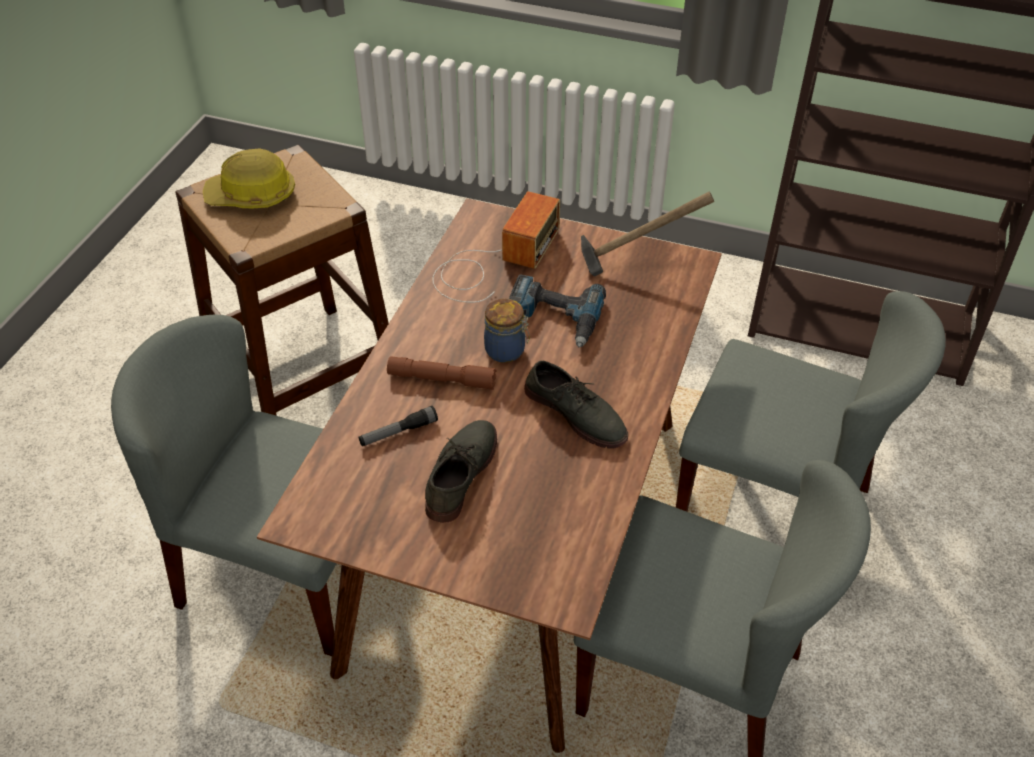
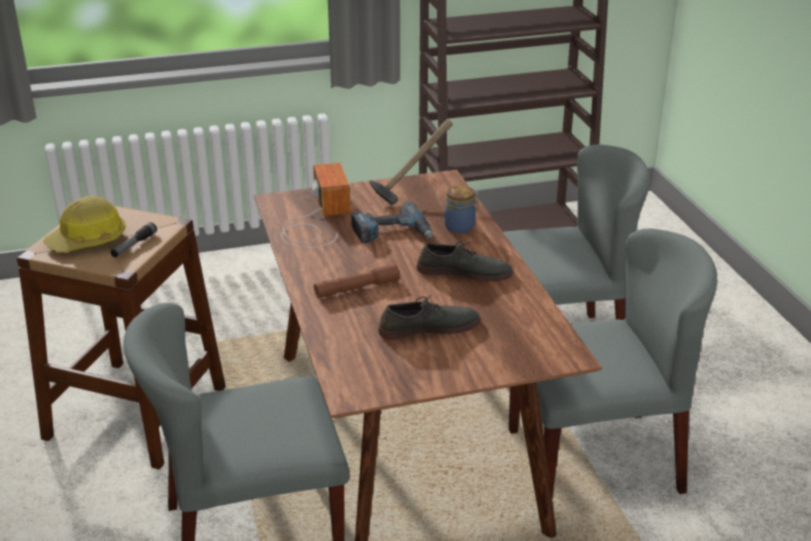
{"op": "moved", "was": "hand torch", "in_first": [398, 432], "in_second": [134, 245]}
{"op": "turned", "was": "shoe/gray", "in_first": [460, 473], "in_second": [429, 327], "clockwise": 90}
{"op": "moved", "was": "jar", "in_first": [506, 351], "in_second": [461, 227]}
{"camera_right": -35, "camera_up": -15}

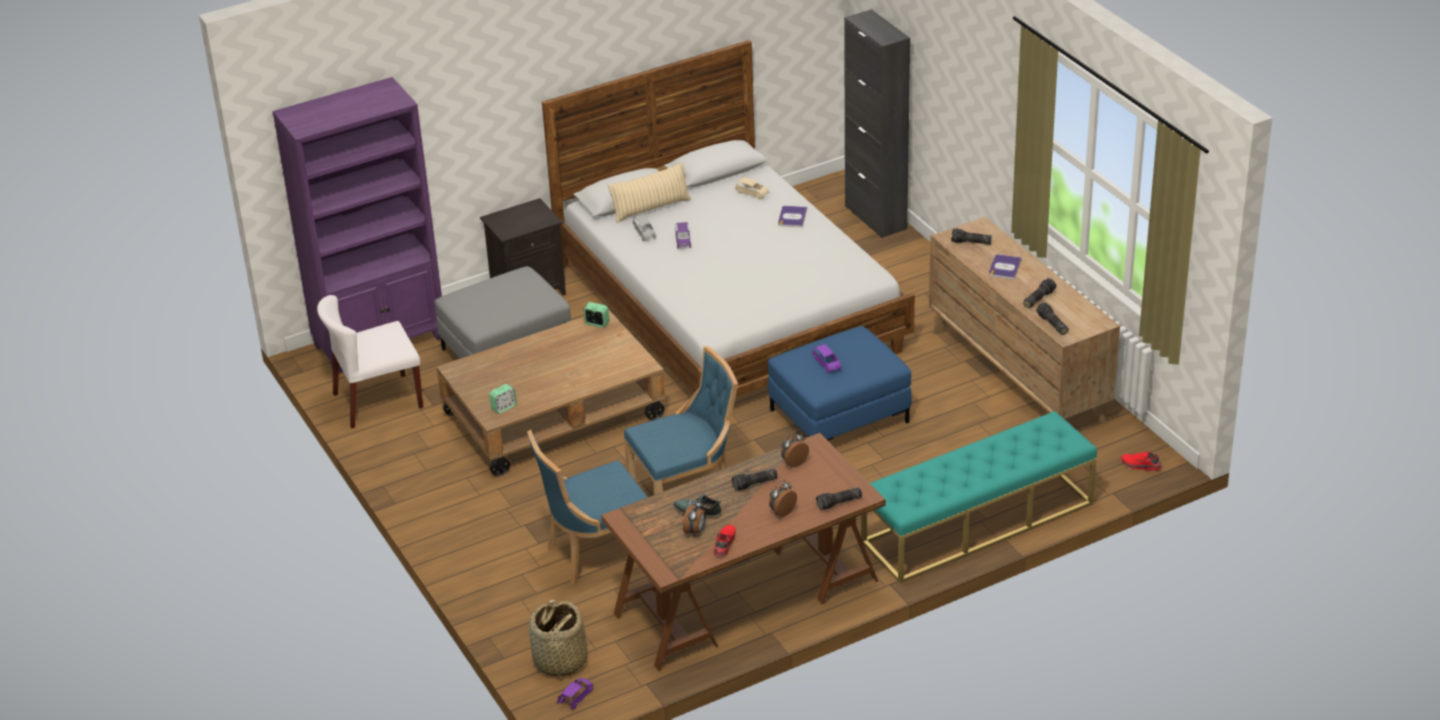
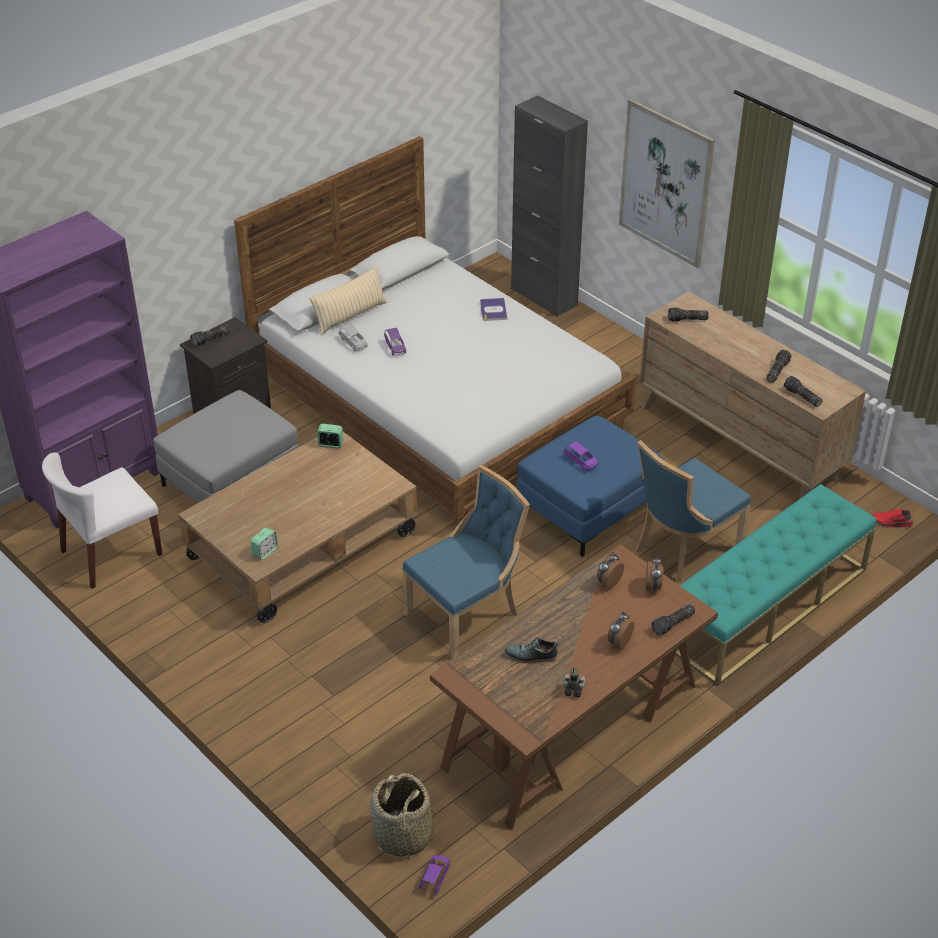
{"op": "moved", "was": "upright chair/bluish", "in_first": [596, 553], "in_second": [683, 549]}
{"op": "moved", "was": "alarm clock", "in_first": [695, 531], "in_second": [653, 587]}
{"op": "replaced", "was": "shoe/reddish", "now": "robot figure", "in_first": [723, 544], "in_second": [573, 690]}
{"op": "moved", "was": "hand torch", "in_first": [754, 484], "in_second": [211, 340]}
{"op": "removed", "was": "miniature car/beige-coloured", "in_first": [752, 193]}
{"op": "removed", "was": "book", "in_first": [1005, 267]}
{"op": "added", "now": "wall picture", "in_second": [666, 183]}
{"camera_right": -15, "camera_up": 5}

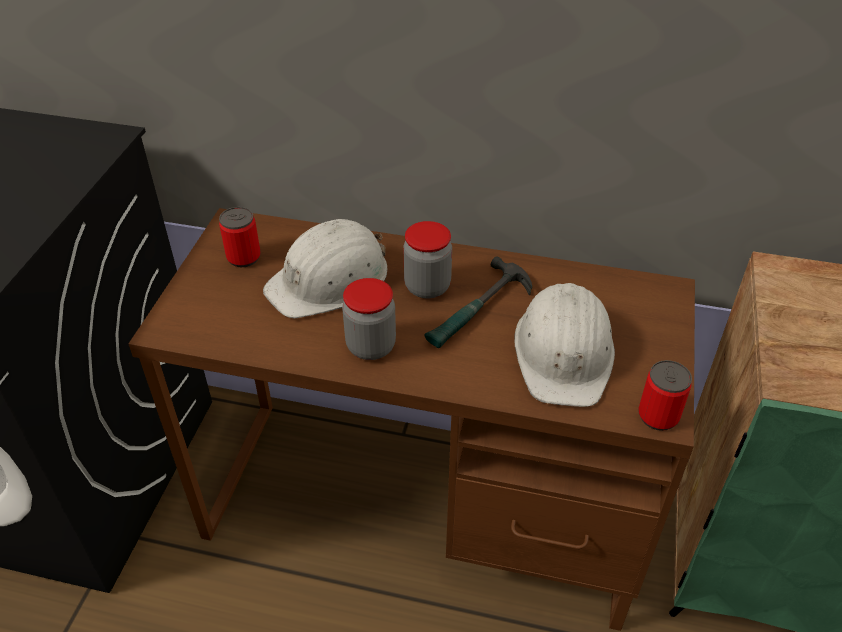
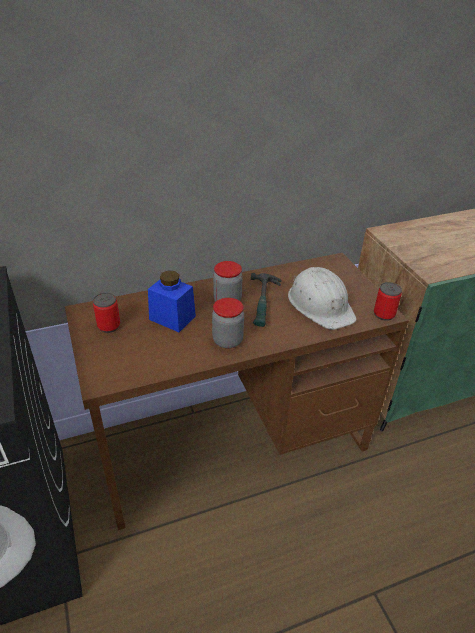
{"op": "replaced", "was": "work helmet/white-coloured", "now": "jar/bluish", "in_first": [330, 280], "in_second": [172, 318]}
{"camera_right": -35, "camera_up": -5}

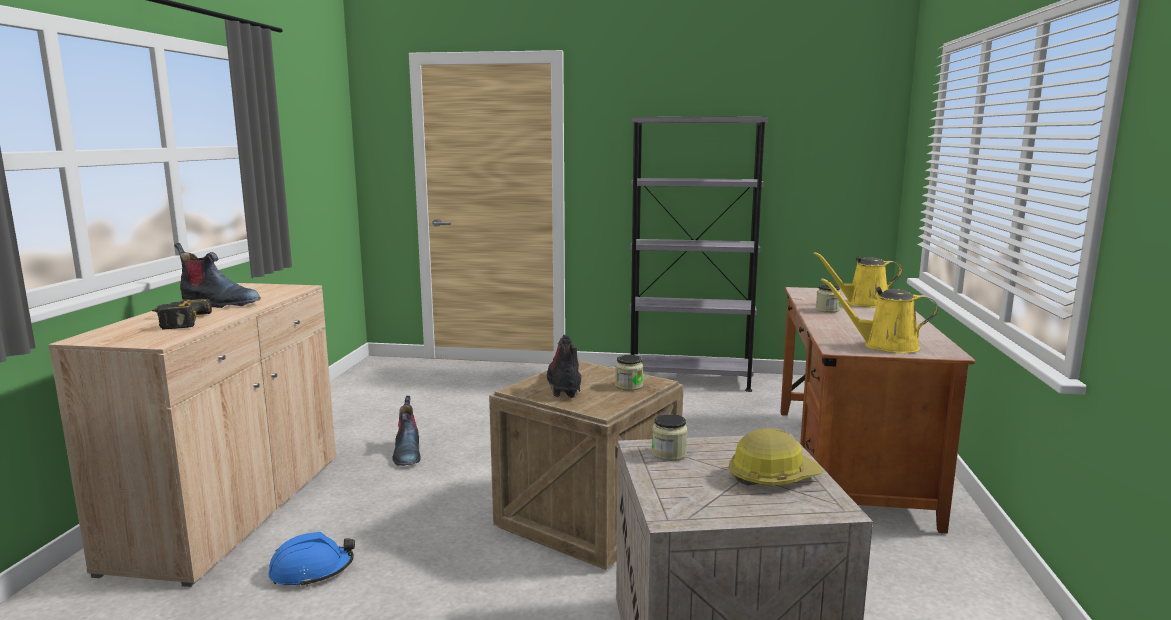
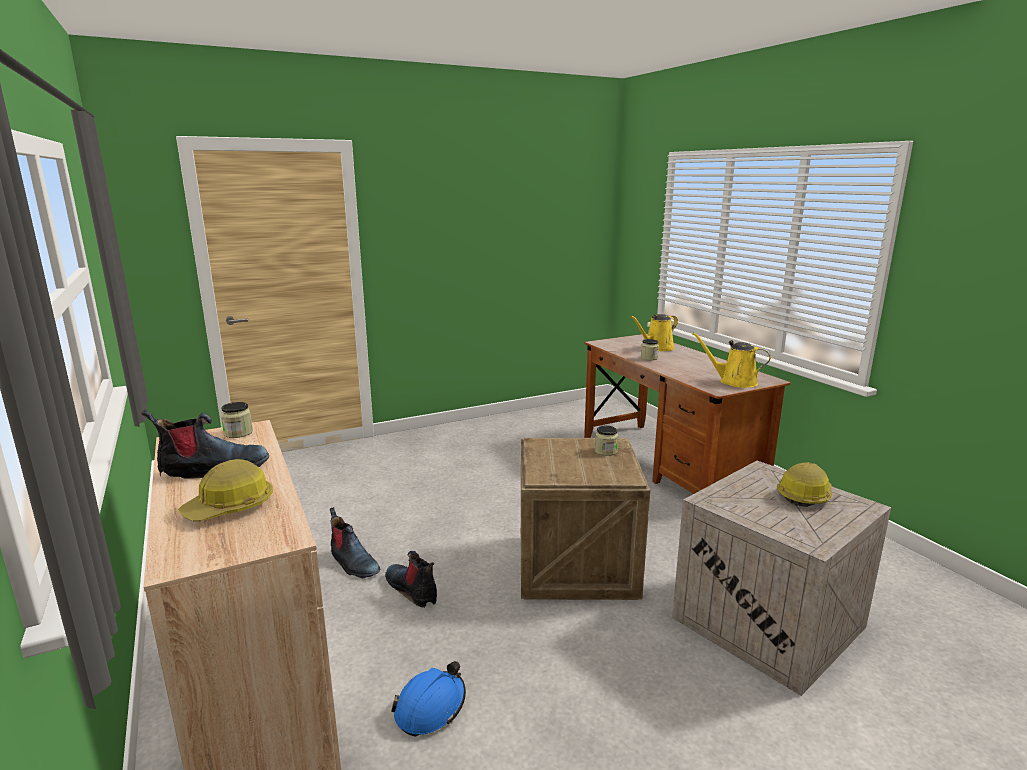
{"op": "replaced", "was": "power drill", "now": "work helmet", "in_first": [176, 322], "in_second": [231, 507]}
{"op": "moved", "was": "tall boot", "in_first": [565, 386], "in_second": [413, 590]}
{"op": "removed", "was": "bookshelf/gray", "in_first": [689, 380]}
{"op": "moved", "was": "jar", "in_first": [669, 454], "in_second": [238, 433]}
{"op": "turned", "was": "watering pot/yellow-coloured", "in_first": [885, 346], "in_second": [734, 382], "clockwise": 45}
{"camera_right": -35, "camera_up": 5}

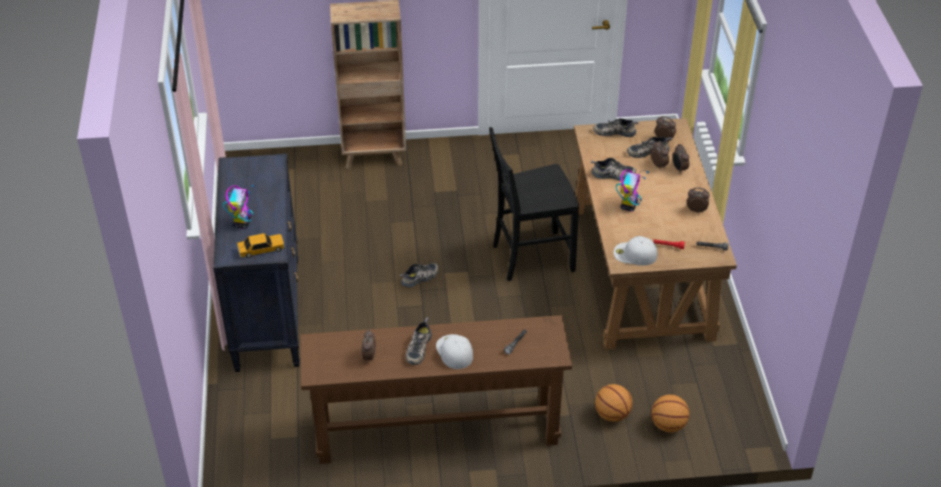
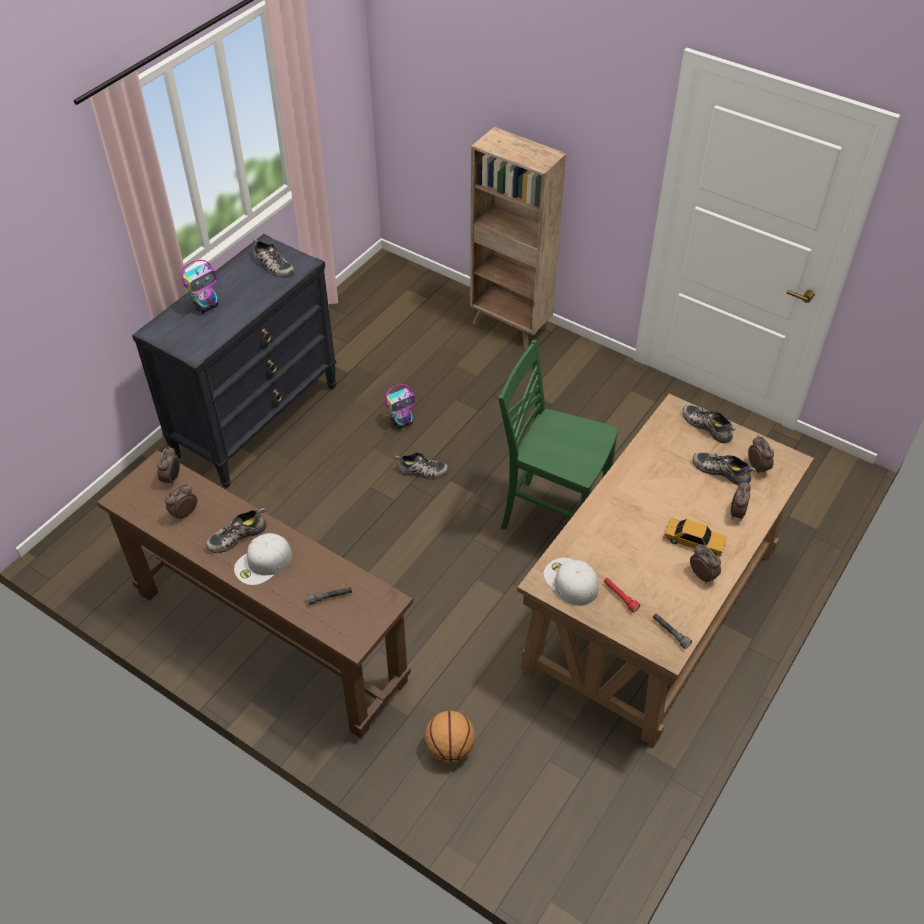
{"op": "moved", "was": "miniature car", "in_first": [261, 249], "in_second": [694, 541]}
{"op": "turned", "was": "peaked cap/white-coloured", "in_first": [454, 351], "in_second": [263, 563], "clockwise": -150}
{"op": "recoloured", "was": "upright chair/black-coloured", "now": "upright chair/green", "in_first": [531, 257], "in_second": [551, 517]}
{"op": "moved", "was": "shoe", "in_first": [612, 175], "in_second": [272, 266]}
{"op": "moved", "was": "robot figure", "in_first": [629, 205], "in_second": [402, 422]}
{"op": "moved", "was": "alarm clock", "in_first": [659, 165], "in_second": [172, 478]}
{"op": "removed", "was": "basketball", "in_first": [668, 425]}
{"camera_right": 40, "camera_up": 5}

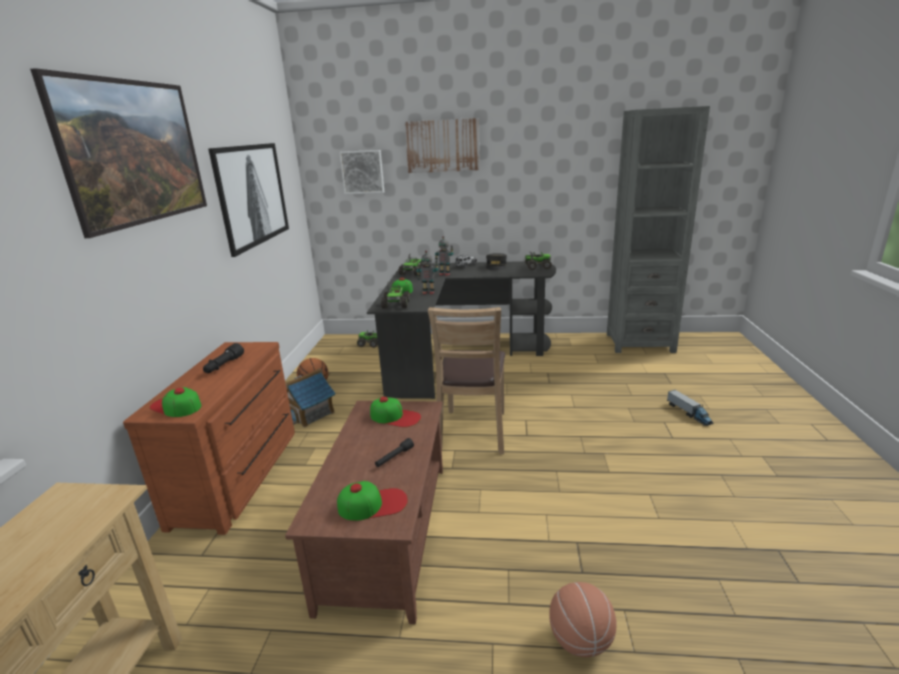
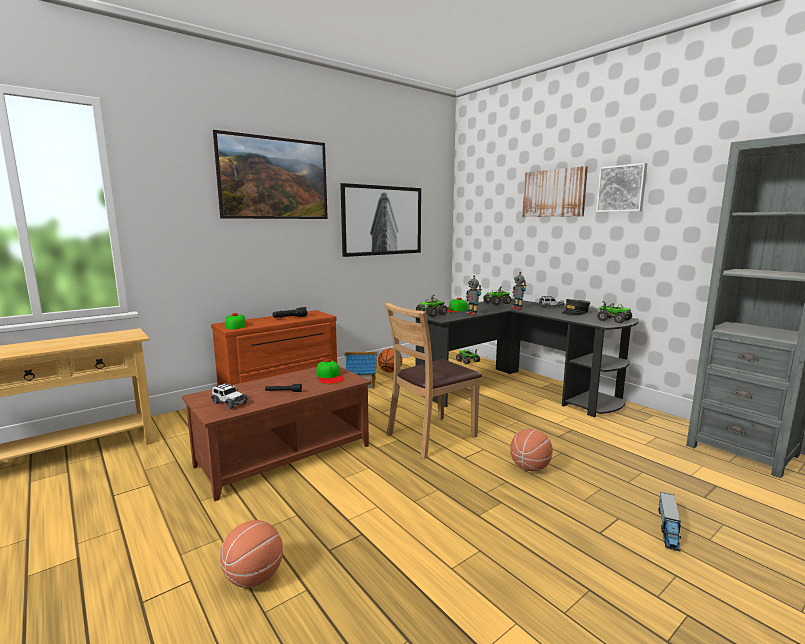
{"op": "replaced", "was": "peaked cap", "now": "miniature car", "in_first": [373, 504], "in_second": [229, 403]}
{"op": "moved", "was": "wall picture", "in_first": [362, 172], "in_second": [622, 188]}
{"op": "added", "now": "basketball", "in_second": [529, 468]}
{"camera_right": 45, "camera_up": -10}

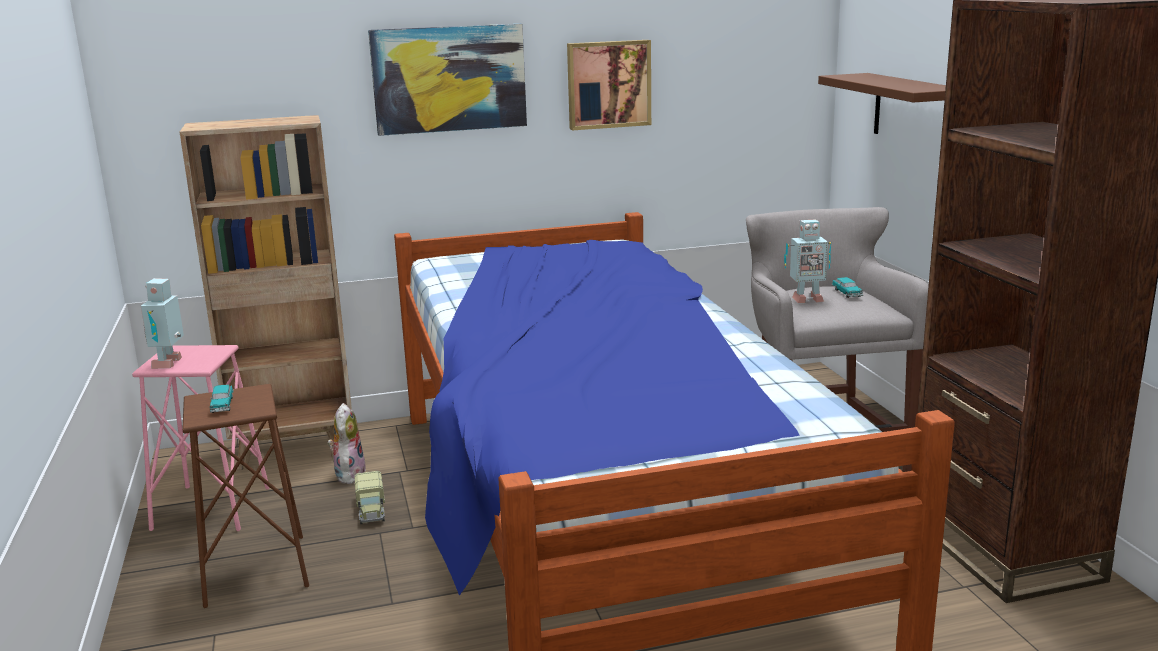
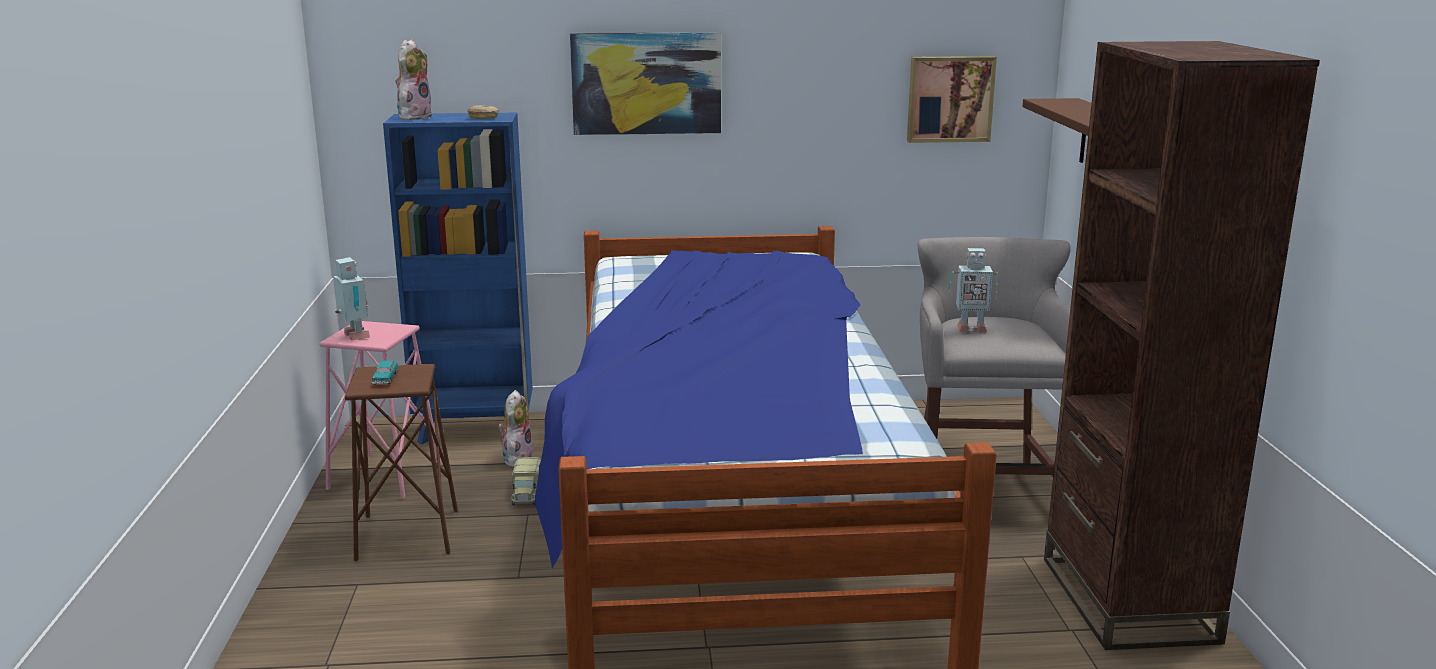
{"op": "turned", "was": "robot figure", "in_first": [170, 363], "in_second": [354, 337], "clockwise": 135}
{"op": "recoloured", "was": "bookshelf/brownish", "now": "bookshelf/bluish", "in_first": [295, 448], "in_second": [475, 430]}
{"op": "moved", "was": "wall picture", "in_first": [608, 84], "in_second": [949, 99]}
{"op": "removed", "was": "miniature car", "in_first": [847, 293]}
{"op": "added", "now": "plush toy", "in_second": [414, 117]}
{"op": "added", "now": "donut", "in_second": [483, 117]}
{"camera_right": 10, "camera_up": 0}

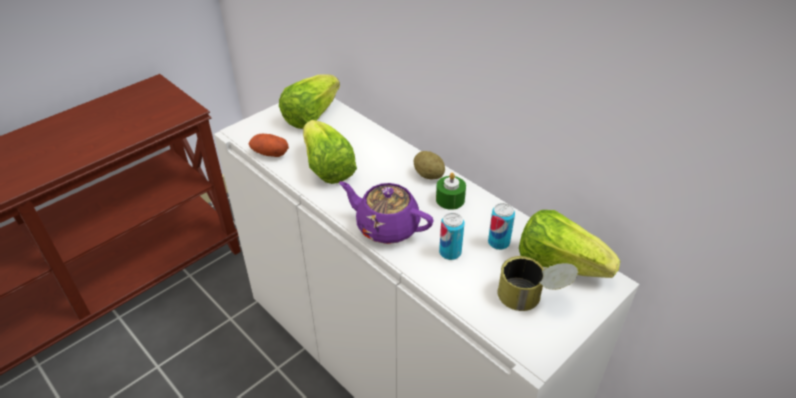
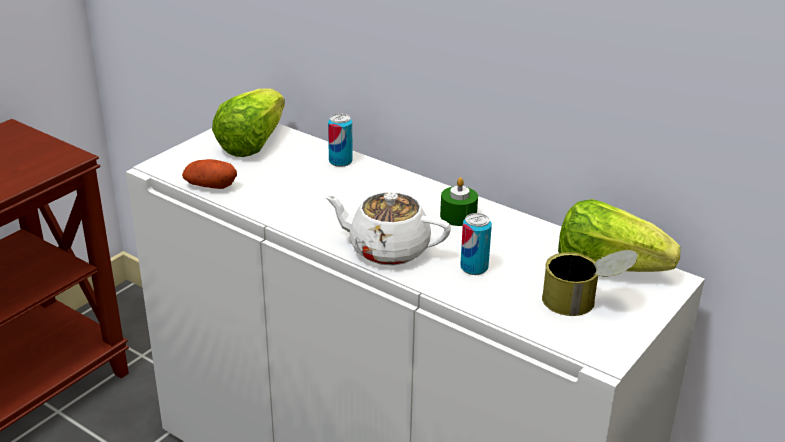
{"op": "removed", "was": "lettuce", "in_first": [327, 167]}
{"op": "recoloured", "was": "teapot/purplish", "now": "teapot/white-coloured", "in_first": [386, 227], "in_second": [387, 249]}
{"op": "removed", "was": "whole potato", "in_first": [428, 175]}
{"op": "moved", "was": "sealed can", "in_first": [498, 242], "in_second": [340, 161]}
{"camera_right": -10, "camera_up": -10}

